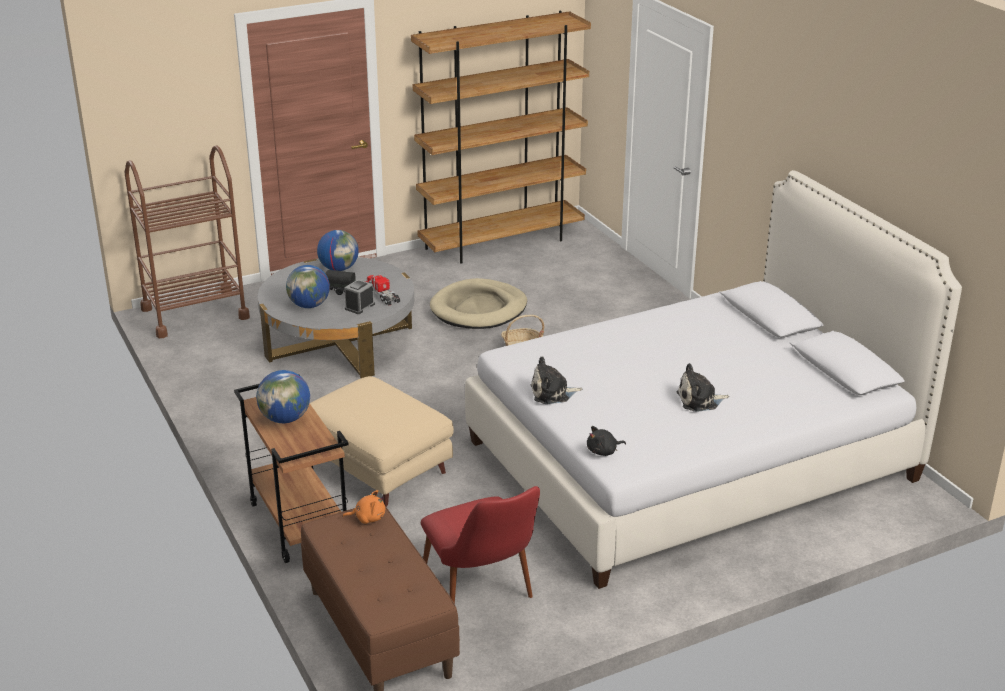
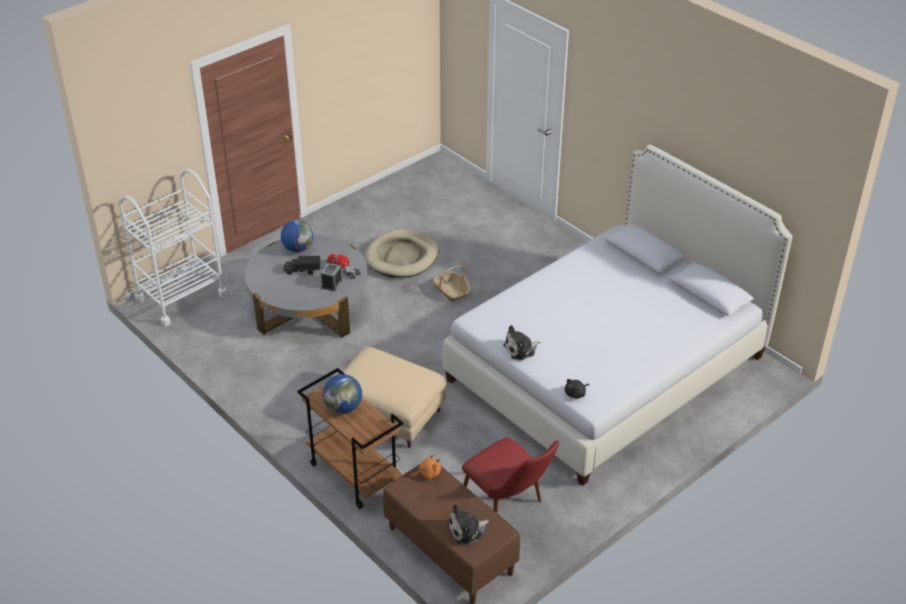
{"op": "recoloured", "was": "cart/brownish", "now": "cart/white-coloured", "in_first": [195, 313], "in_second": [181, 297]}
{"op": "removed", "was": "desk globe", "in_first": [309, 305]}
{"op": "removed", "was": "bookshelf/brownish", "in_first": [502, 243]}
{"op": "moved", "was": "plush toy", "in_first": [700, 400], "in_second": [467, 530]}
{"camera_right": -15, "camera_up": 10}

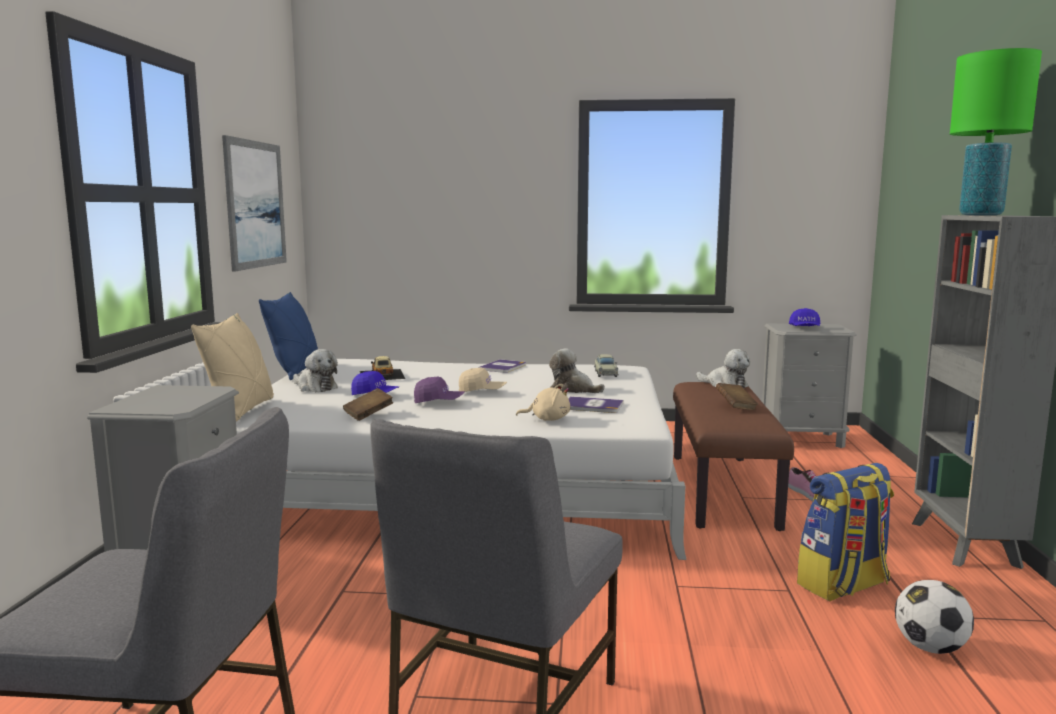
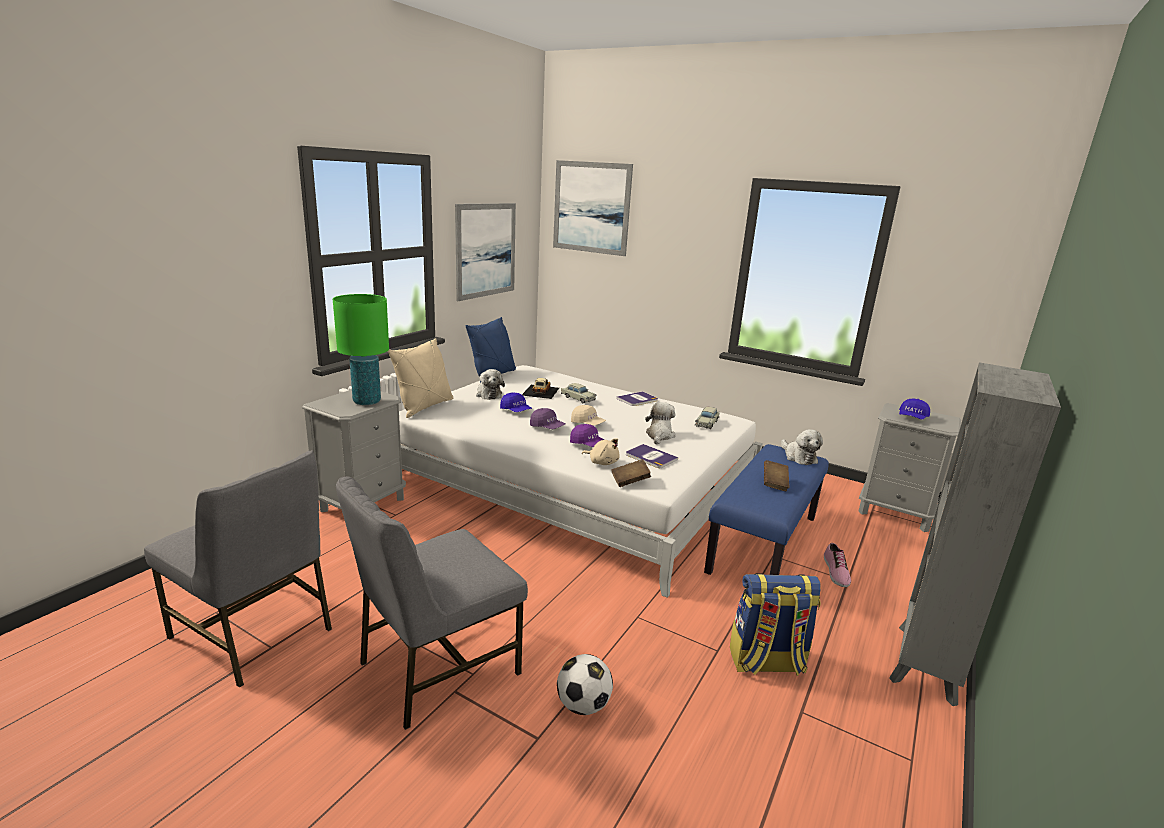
{"op": "moved", "was": "book/brownish", "in_first": [368, 415], "in_second": [630, 481]}
{"op": "turned", "was": "plush toy", "in_first": [573, 389], "in_second": [659, 435], "clockwise": 45}
{"op": "recoloured", "was": "long seat/brownish", "now": "long seat/bluish", "in_first": [720, 490], "in_second": [762, 543]}
{"op": "moved", "was": "football ball", "in_first": [930, 647], "in_second": [583, 705]}
{"op": "moved", "was": "lamp for a table/green", "in_first": [981, 215], "in_second": [367, 402]}
{"op": "added", "now": "wall picture", "in_second": [591, 207]}
{"op": "added", "now": "miniature car/beige-coloured", "in_second": [578, 398]}
{"op": "added", "now": "peaked cap/purplish", "in_second": [588, 444]}
{"camera_right": 25, "camera_up": 10}

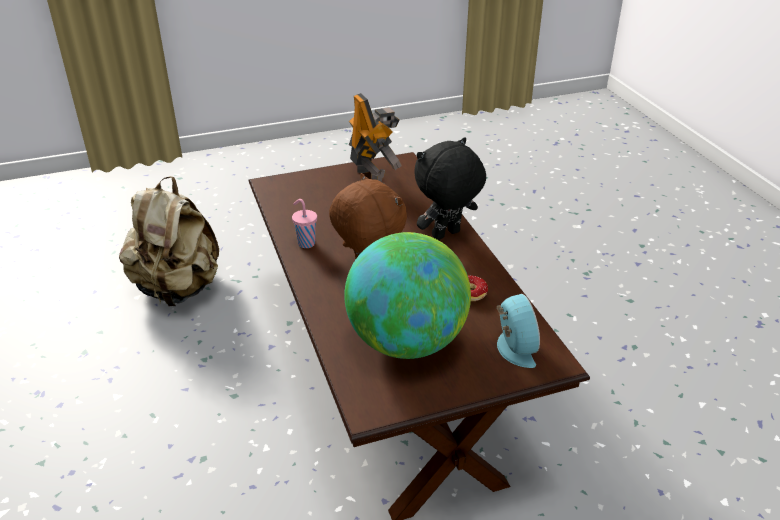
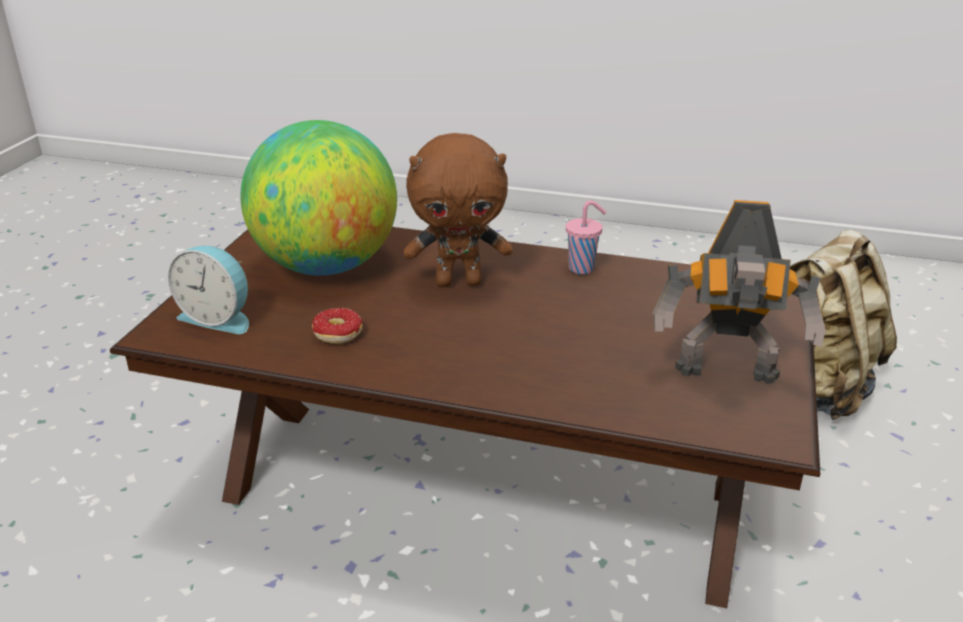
{"op": "removed", "was": "plush toy/black-coloured", "in_first": [446, 235]}
{"camera_right": 125, "camera_up": -5}

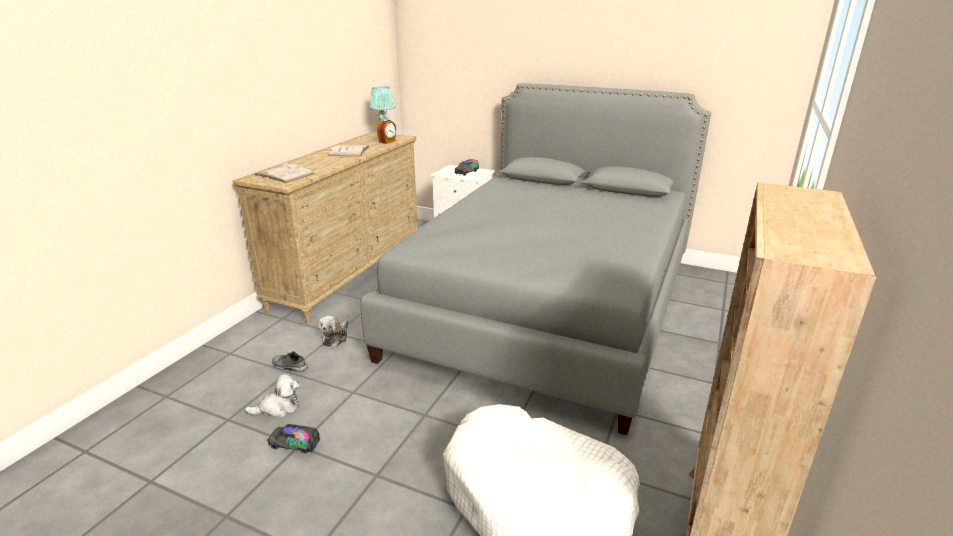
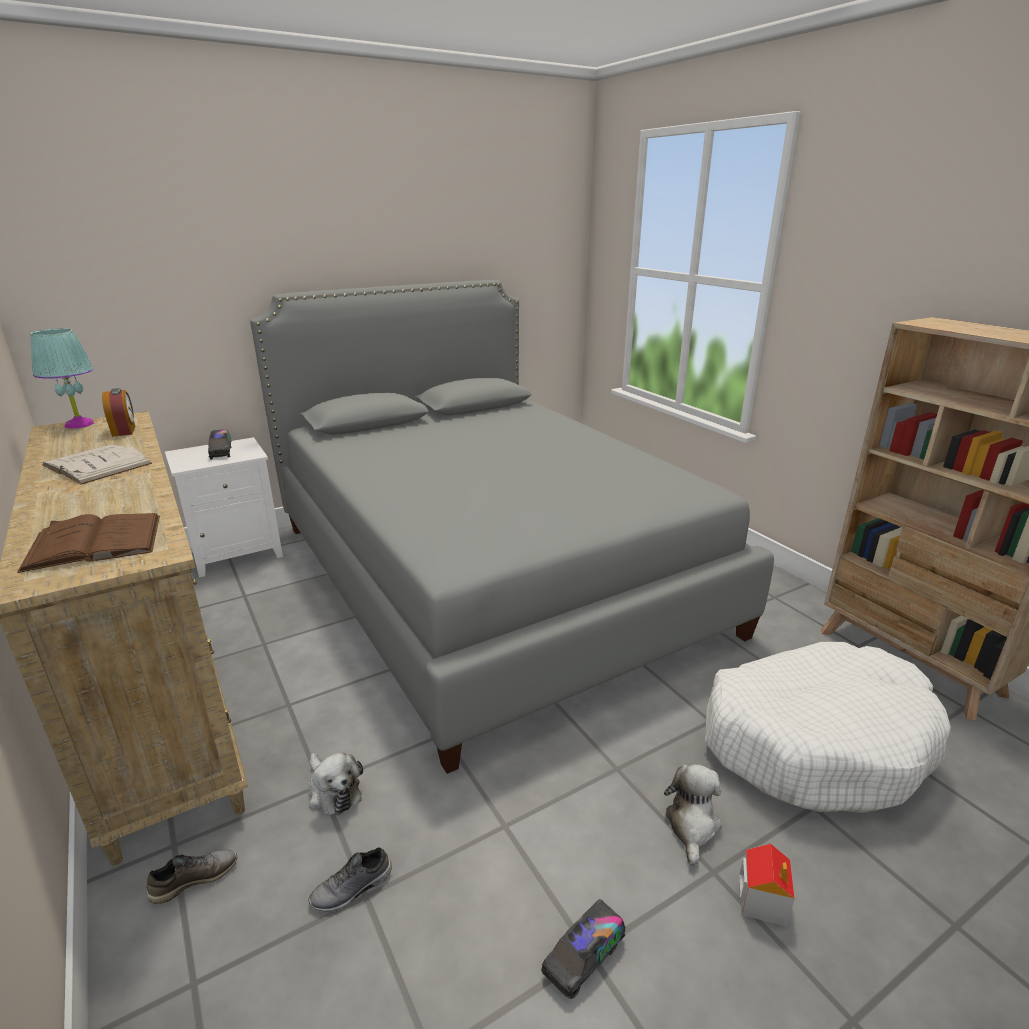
{"op": "moved", "was": "plush toy", "in_first": [278, 407], "in_second": [692, 825]}
{"op": "recoloured", "was": "book/white-coloured", "now": "book/brownish", "in_first": [285, 174], "in_second": [94, 542]}
{"op": "added", "now": "shoe/gray", "in_second": [194, 878]}
{"op": "added", "now": "miniature house", "in_second": [762, 899]}
{"camera_right": -55, "camera_up": 0}

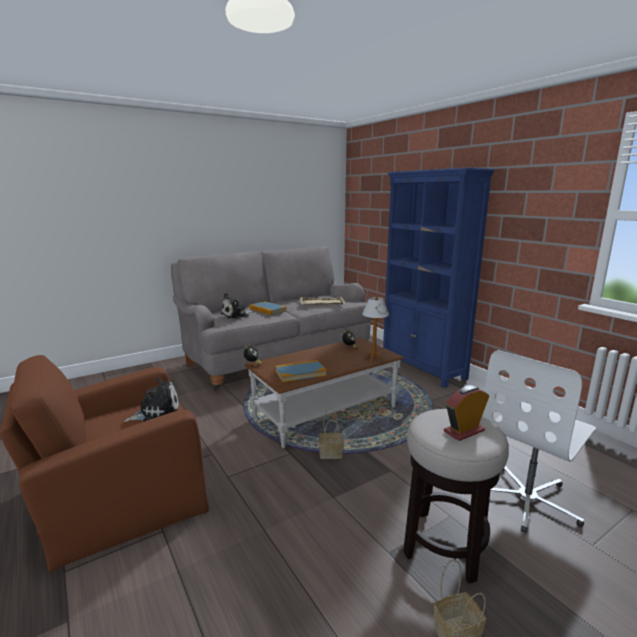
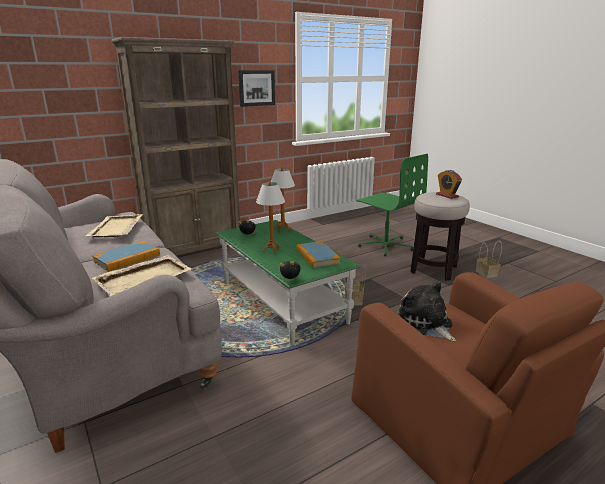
{"op": "replaced", "was": "plush toy", "now": "tray/beige-coloured", "in_first": [236, 315], "in_second": [144, 278]}
{"op": "recoloured", "was": "coffee table/brownish", "now": "coffee table/green", "in_first": [326, 412], "in_second": [282, 302]}
{"op": "recoloured", "was": "bookshelf/bluish", "now": "bookshelf/brownish", "in_first": [423, 368], "in_second": [195, 251]}
{"op": "recoloured", "was": "office chair/white-coloured", "now": "office chair/green", "in_first": [528, 499], "in_second": [385, 245]}
{"op": "added", "now": "wall picture", "in_second": [256, 88]}
{"op": "added", "now": "lamp for a table", "in_second": [271, 250]}
{"camera_right": -90, "camera_up": 5}

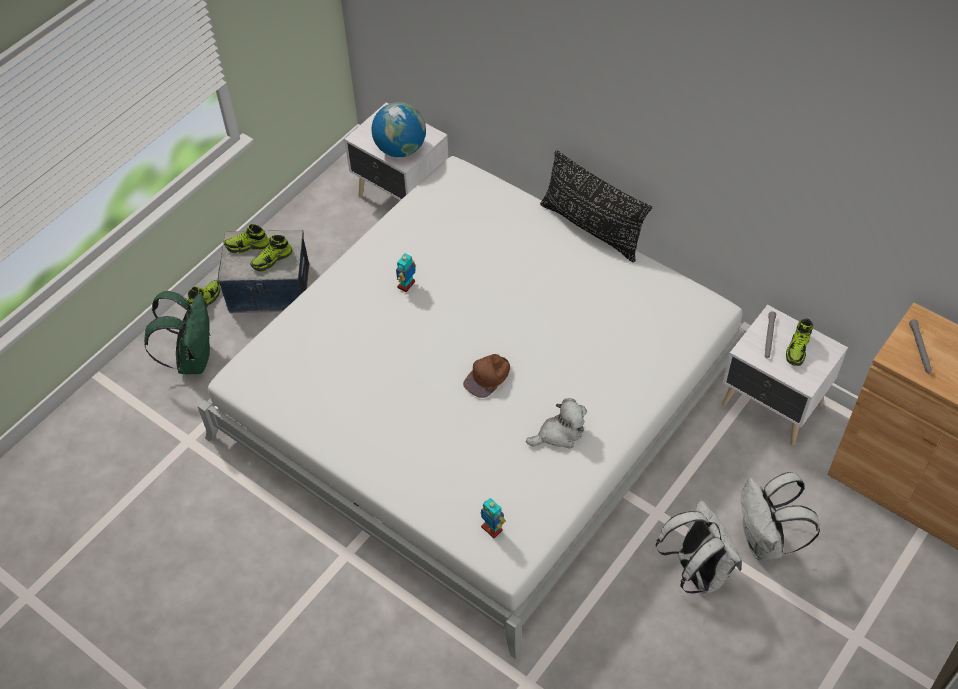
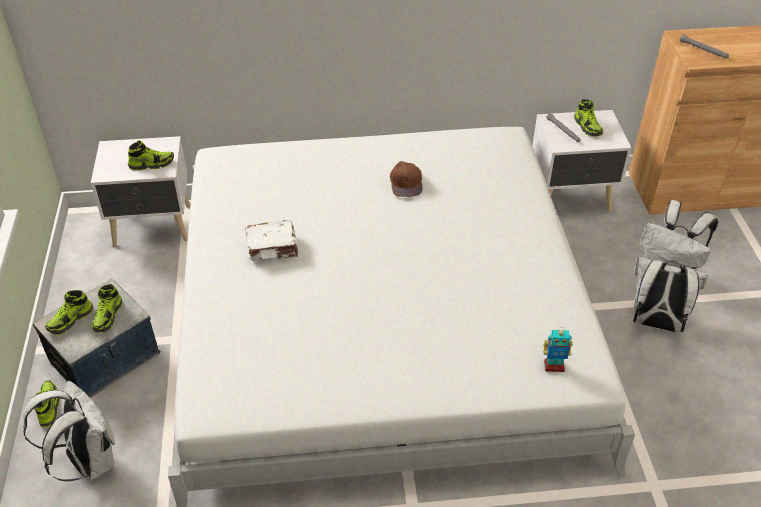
{"op": "recoloured", "was": "backpack/green", "now": "backpack/white-coloured", "in_first": [192, 358], "in_second": [87, 461]}
{"op": "replaced", "was": "desk globe", "now": "shoe", "in_first": [400, 149], "in_second": [152, 164]}
{"op": "replaced", "was": "robot figure", "now": "book/white-coloured", "in_first": [406, 285], "in_second": [273, 248]}
{"op": "moved", "was": "peaked cap/brownish", "in_first": [487, 377], "in_second": [406, 182]}
{"op": "removed", "was": "plush toy", "in_first": [559, 433]}
{"op": "removed", "was": "pillow/black-coloured", "in_first": [592, 228]}
{"camera_right": -45, "camera_up": -10}

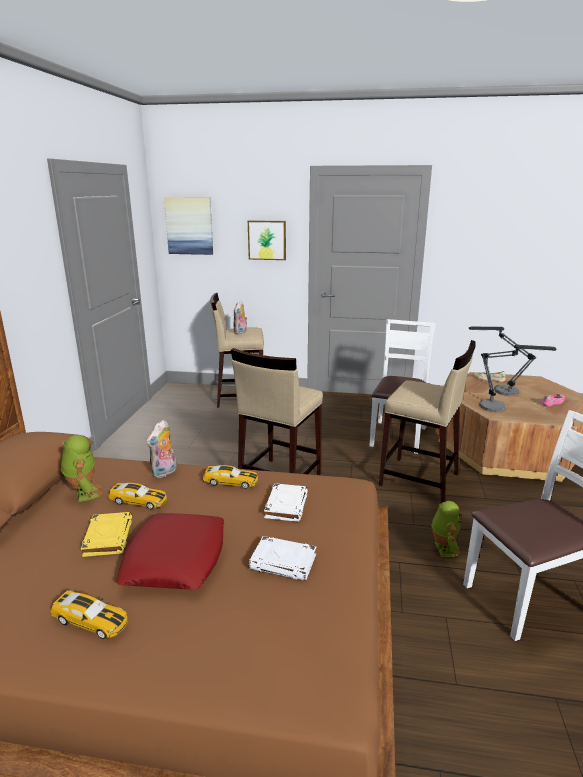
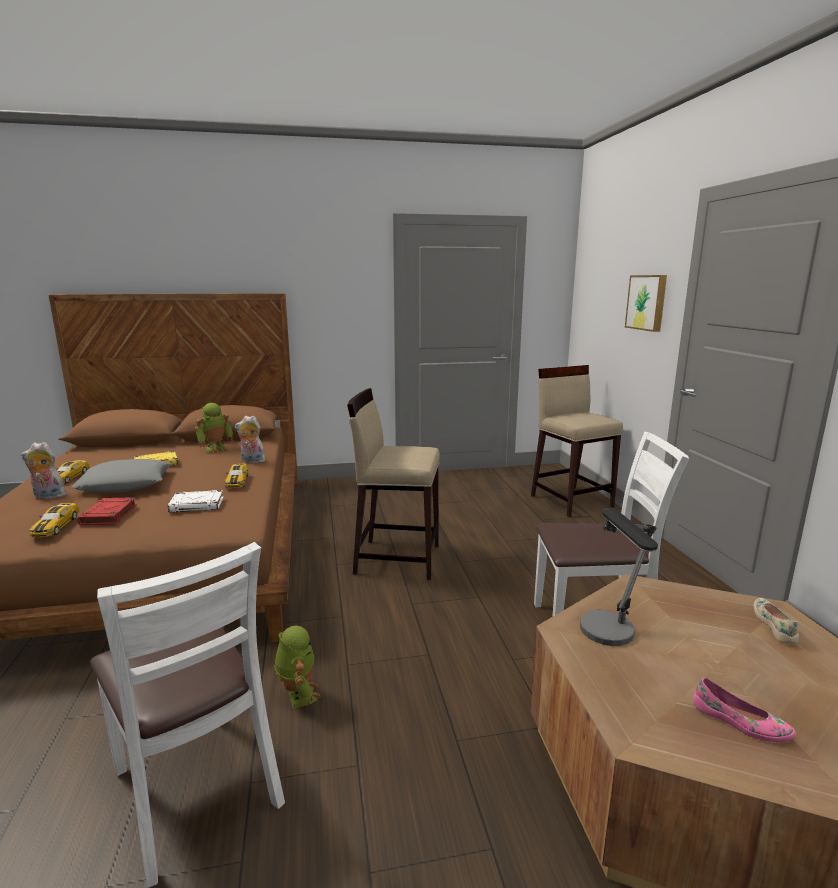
{"op": "moved", "was": "miniature car", "in_first": [139, 501], "in_second": [56, 526]}
{"op": "recoloured", "was": "pillow/reddish", "now": "pillow/gray", "in_first": [175, 558], "in_second": [125, 483]}
{"op": "removed", "was": "wall picture", "in_first": [189, 226]}
{"op": "moved", "was": "plush toy", "in_first": [240, 332], "in_second": [47, 497]}
{"op": "recoloured", "was": "book/white-coloured", "now": "book/reddish", "in_first": [284, 562], "in_second": [109, 515]}
{"op": "removed", "was": "stool/beige-coloured", "in_first": [419, 480]}
{"op": "turned", "was": "robot figure", "in_first": [443, 549], "in_second": [298, 695], "clockwise": -90}
{"op": "removed", "was": "lamp for a table", "in_first": [498, 390]}
{"camera_right": 70, "camera_up": -5}

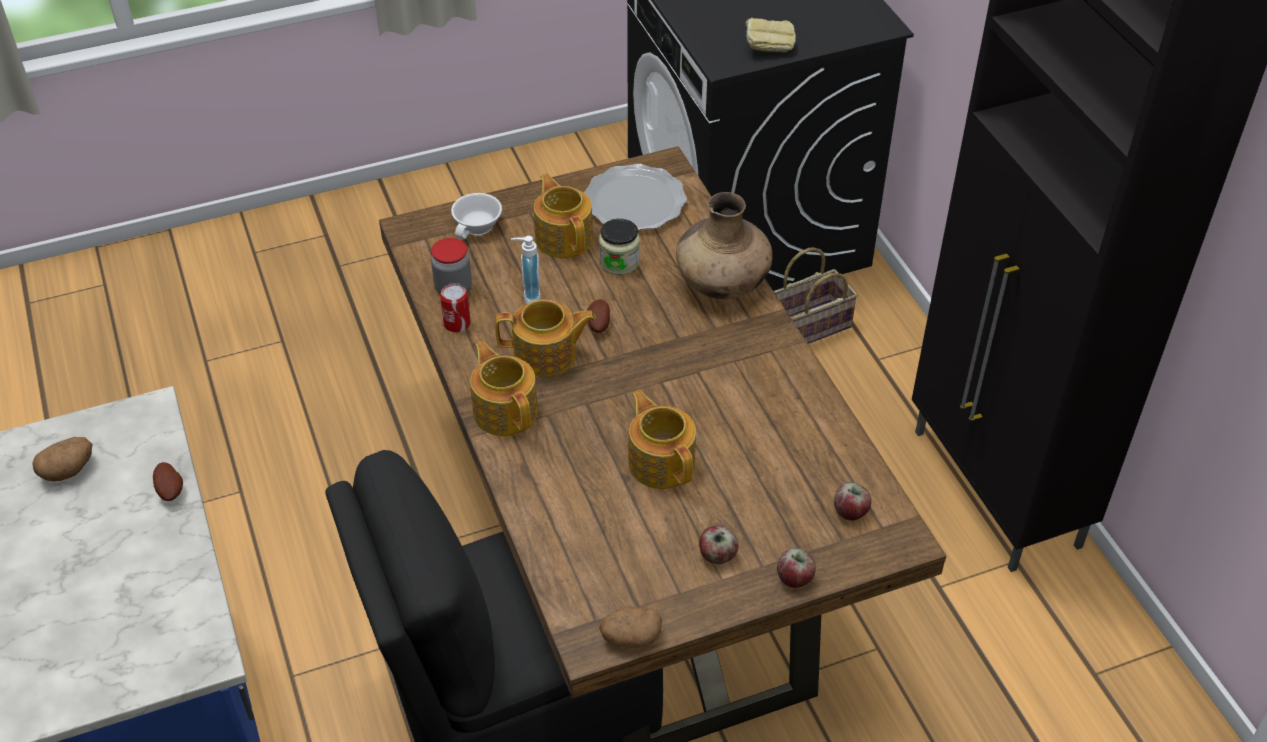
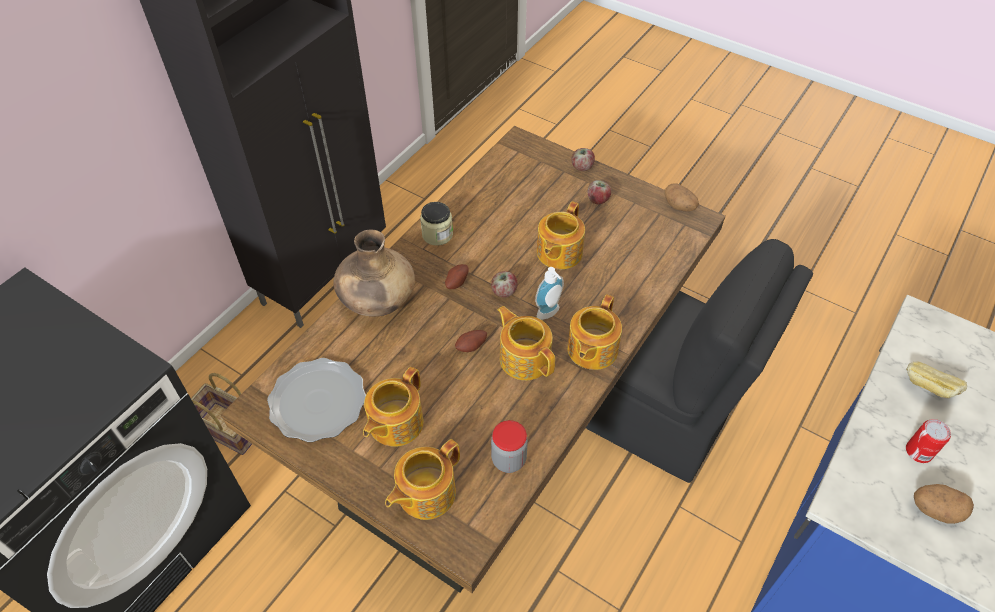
{"op": "moved", "was": "whole potato", "in_first": [171, 490], "in_second": [456, 282]}
{"op": "moved", "was": "sealed can", "in_first": [457, 324], "in_second": [918, 451]}
{"op": "replaced", "was": "cup/white-coloured", "now": "teapot", "in_first": [478, 227], "in_second": [425, 493]}
{"op": "moved", "was": "liquid soap bottle", "in_first": [528, 298], "in_second": [550, 314]}
{"op": "moved", "was": "jar", "in_first": [619, 262], "in_second": [437, 234]}
{"op": "moved", "was": "baked bread", "in_first": [768, 49], "in_second": [927, 390]}
{"op": "moved", "was": "apple fruit", "in_first": [850, 512], "in_second": [504, 292]}
{"camera_right": -125, "camera_up": 5}

